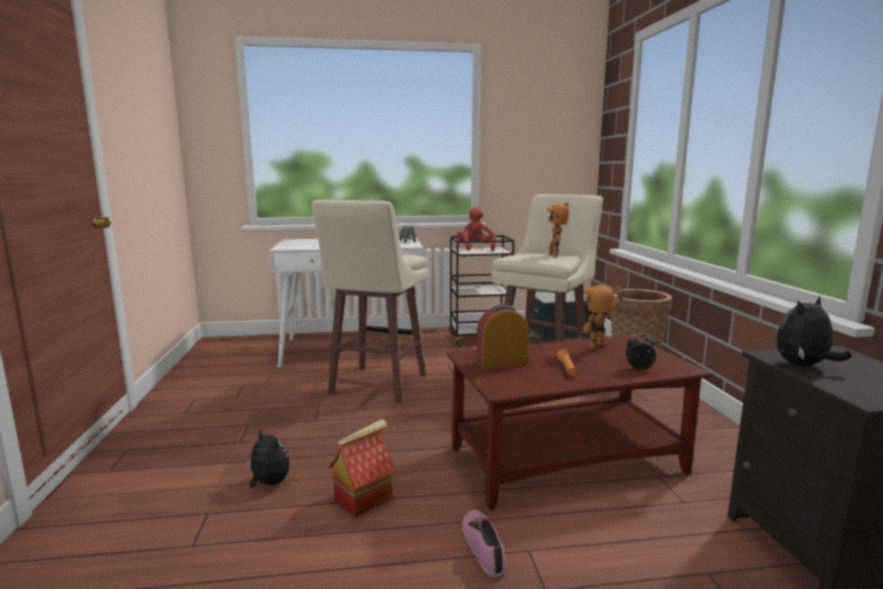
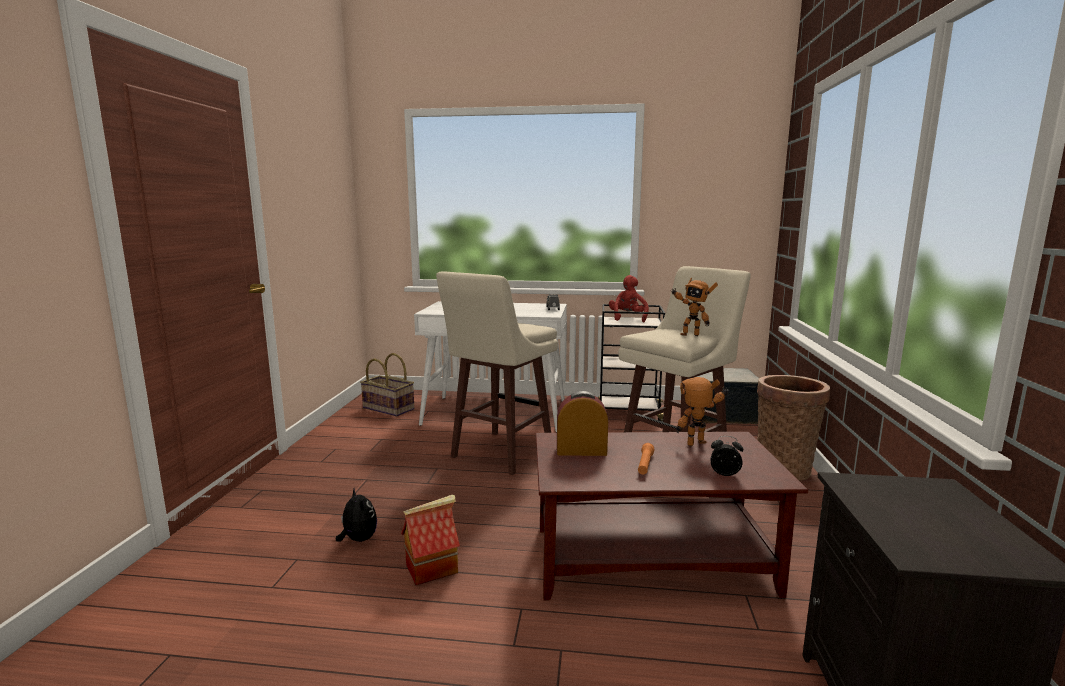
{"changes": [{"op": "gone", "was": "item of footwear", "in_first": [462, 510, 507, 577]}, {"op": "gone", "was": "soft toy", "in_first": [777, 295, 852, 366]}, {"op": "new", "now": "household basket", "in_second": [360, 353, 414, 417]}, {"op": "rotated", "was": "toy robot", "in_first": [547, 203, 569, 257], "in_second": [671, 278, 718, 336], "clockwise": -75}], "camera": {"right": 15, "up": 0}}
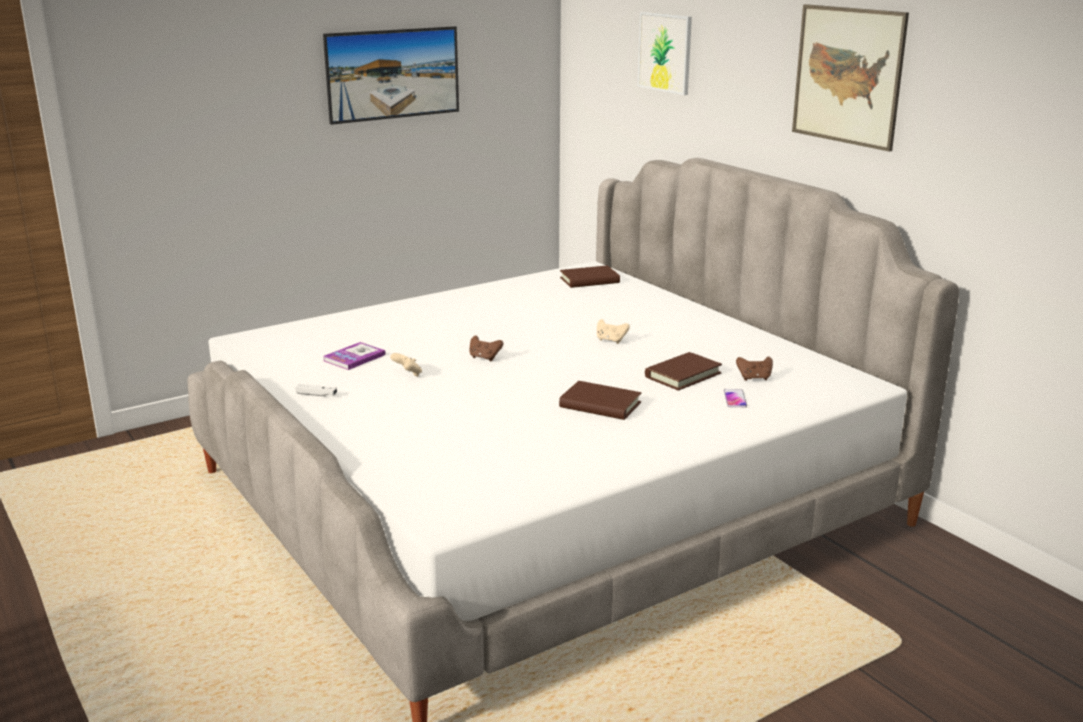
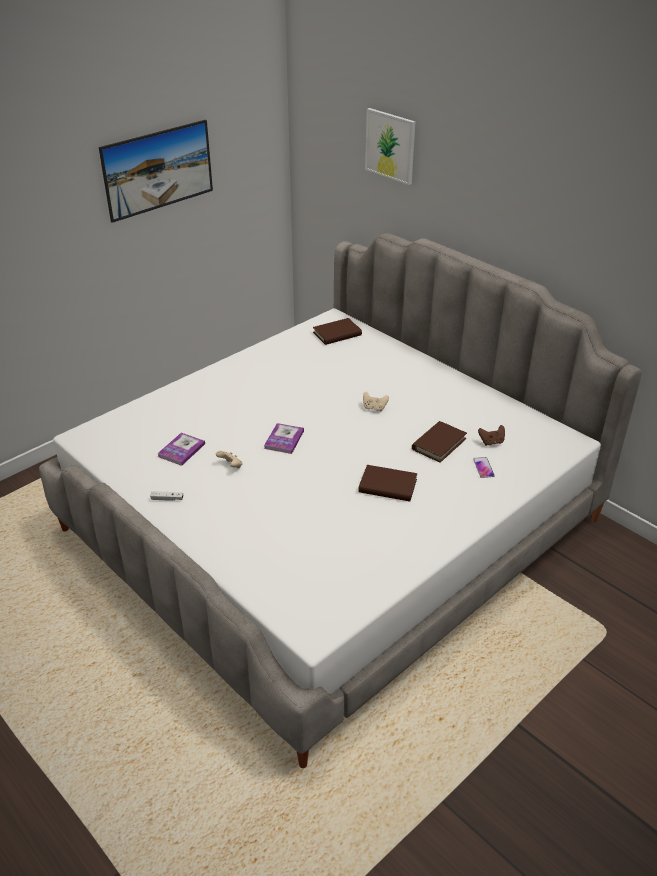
{"changes": [{"op": "gone", "was": "picture", "in_first": [792, 4, 909, 152]}, {"op": "swapped", "was": "brownish game controller", "now": "book", "in_first": [469, 335, 504, 361], "in_second": [264, 423, 304, 454]}], "camera": {"right": -10, "up": 15}}
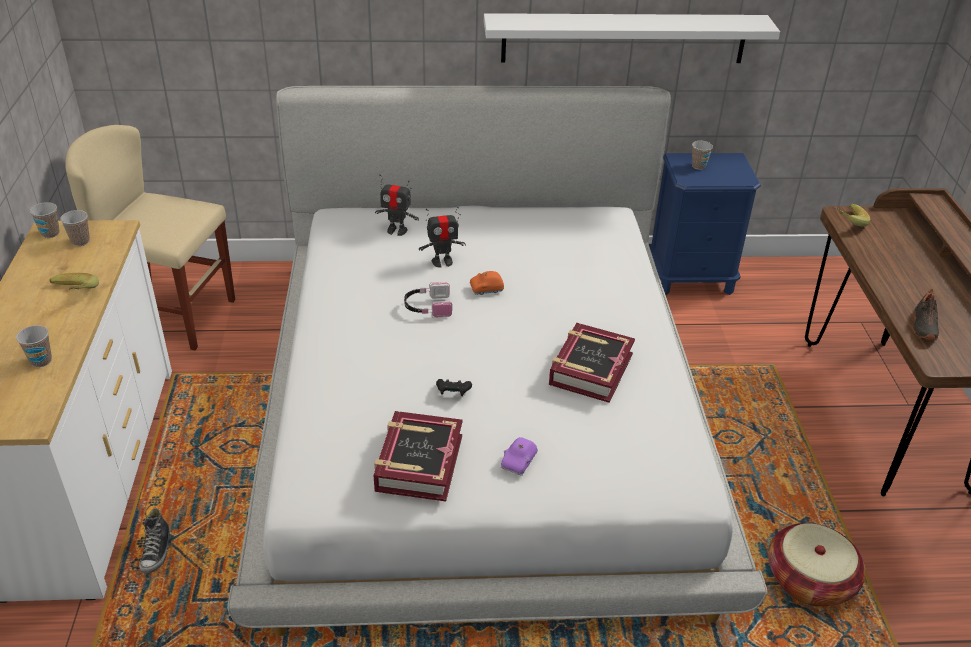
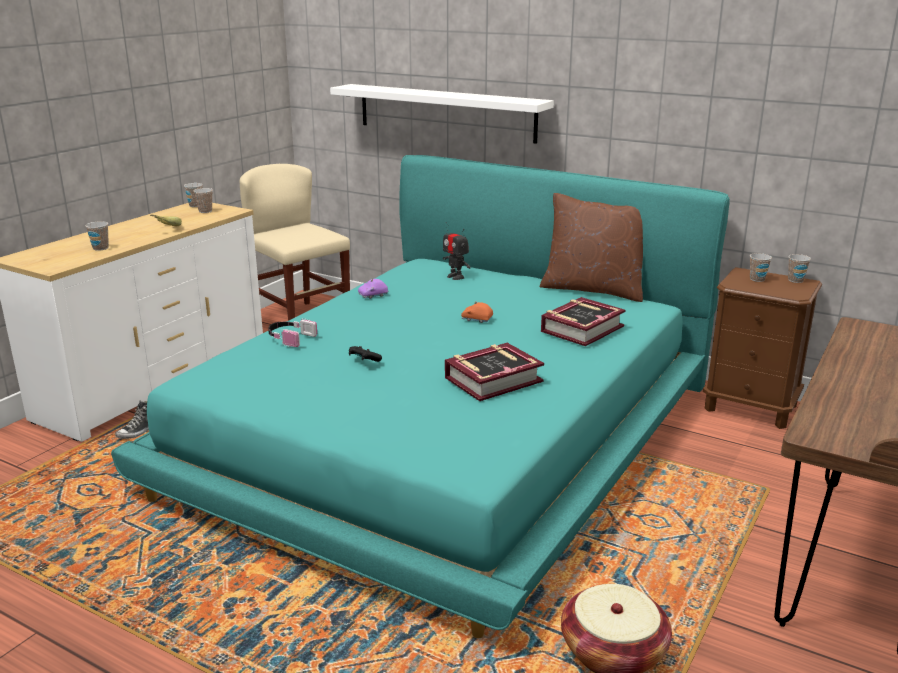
{"changes": [{"op": "gone", "was": "toy robot", "in_first": [419, 207, 466, 268]}, {"op": "gone", "was": "whole banana", "in_first": [834, 204, 870, 227]}, {"op": "gone", "was": "black-coloured item of footwear", "in_first": [913, 289, 939, 340]}, {"op": "new", "now": "brownish throw pillow", "in_second": [540, 193, 643, 302]}, {"op": "new", "now": "small cup", "in_second": [788, 254, 811, 283]}, {"op": "shifted", "was": "book", "in_first": [374, 411, 463, 501], "in_second": [541, 297, 626, 346]}, {"op": "shifted", "was": "headset", "in_first": [404, 282, 452, 318], "in_second": [268, 318, 317, 347]}, {"op": "shifted", "was": "whitish wall shelf", "in_first": [484, 13, 780, 63], "in_second": [330, 84, 554, 144]}, {"op": "shifted", "was": "purplish toy car", "in_first": [501, 437, 538, 476], "in_second": [358, 278, 388, 299]}, {"op": "repainted", "was": "whitish sleeping bed", "now": "turquoise sleeping bed", "in_first": [227, 86, 768, 636], "in_second": [111, 155, 730, 638]}, {"op": "repainted", "was": "bluish bedside table", "now": "brownish bedside table", "in_first": [649, 153, 761, 295], "in_second": [703, 267, 822, 429]}], "camera": {"right": 35, "up": -15}}
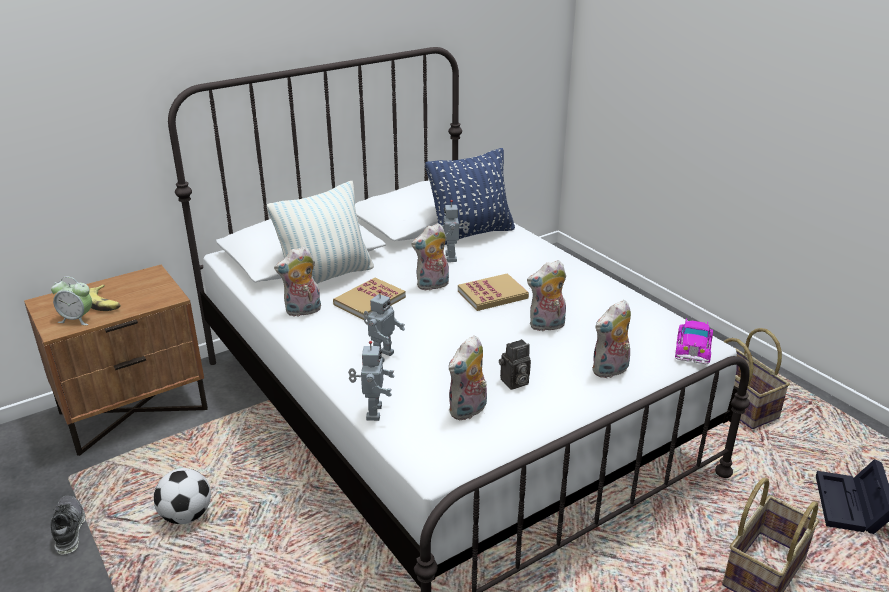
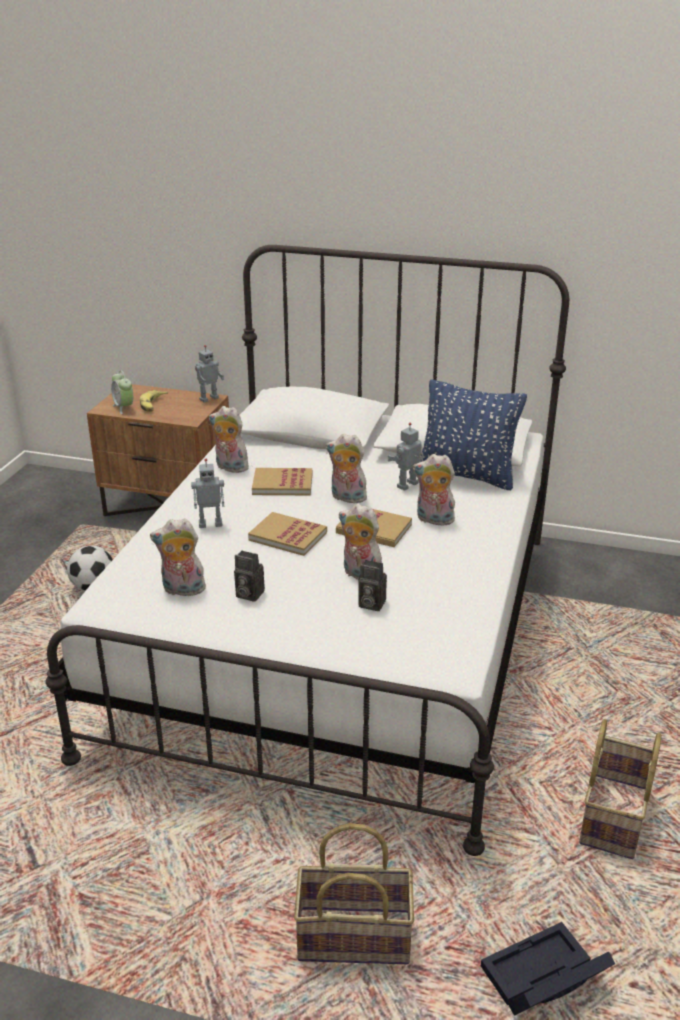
{"changes": [{"op": "gone", "was": "item of footwear", "in_first": [51, 495, 85, 554]}, {"op": "gone", "was": "throw pillow", "in_first": [267, 181, 374, 284]}, {"op": "gone", "was": "toy car", "in_first": [675, 318, 713, 364]}, {"op": "new", "now": "book", "in_second": [248, 512, 327, 556]}, {"op": "new", "now": "still camera", "in_second": [358, 560, 387, 611]}, {"op": "shifted", "was": "toy robot", "in_first": [348, 341, 394, 421], "in_second": [195, 345, 224, 402]}, {"op": "shifted", "was": "soft toy", "in_first": [592, 300, 631, 378], "in_second": [413, 454, 455, 526]}], "camera": {"right": 50, "up": 0}}
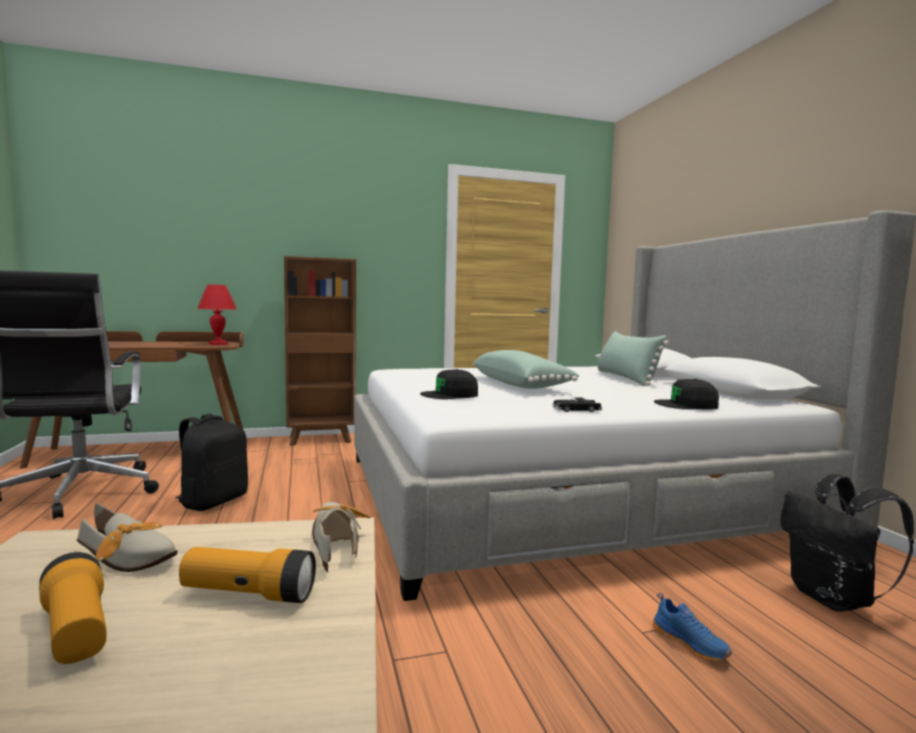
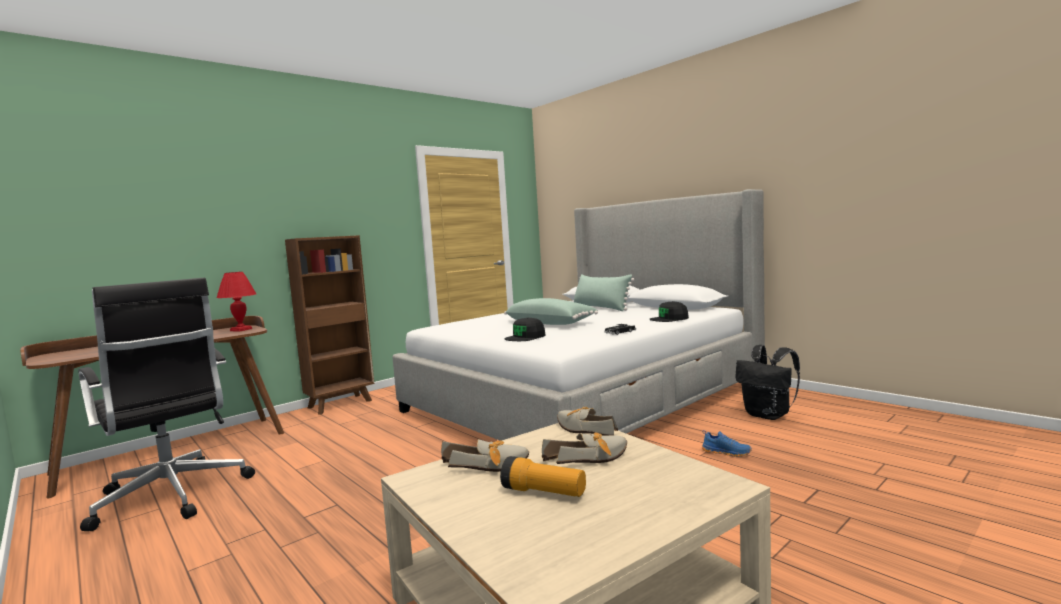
{"changes": [{"op": "gone", "was": "black-coloured backpack", "in_first": [175, 414, 248, 511]}, {"op": "swapped", "was": "hand torch", "now": "item of footwear", "in_first": [179, 547, 316, 603], "in_second": [542, 433, 627, 464]}], "camera": {"right": -25, "up": 0}}
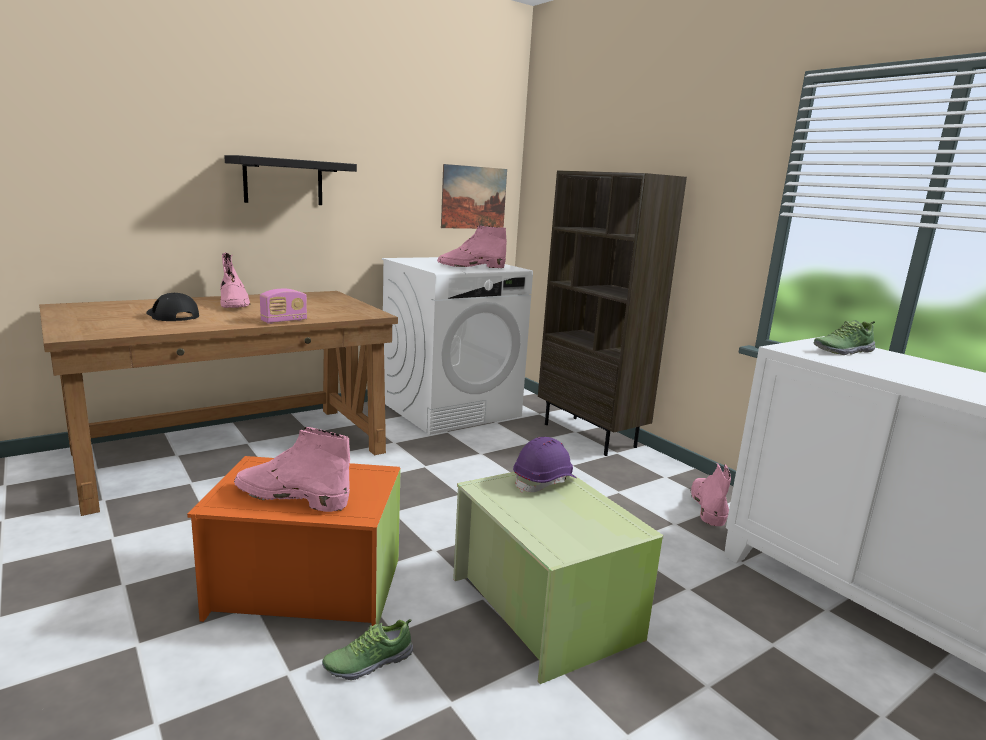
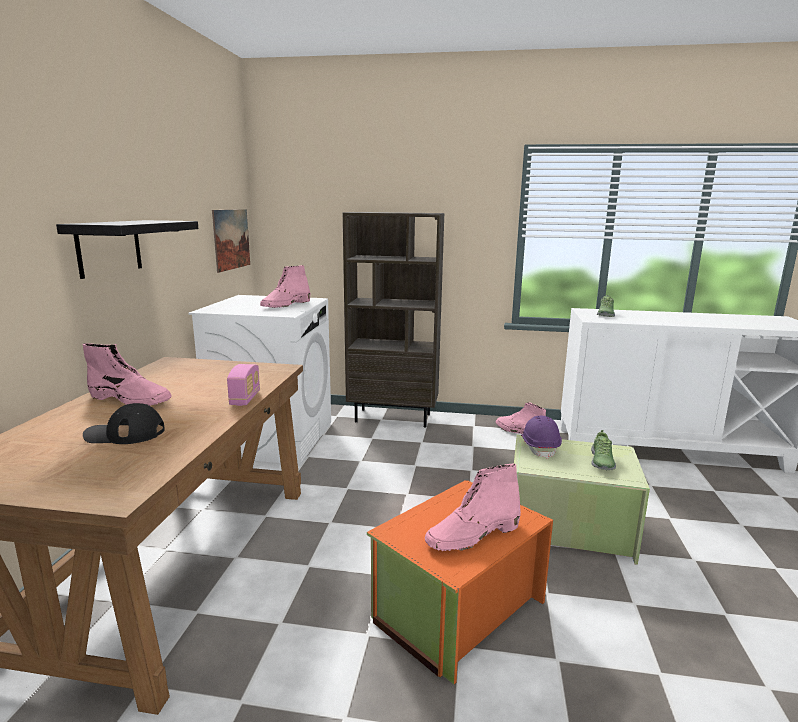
{"changes": [{"op": "shifted", "was": "item of footwear", "in_first": [322, 619, 413, 680], "in_second": [591, 430, 616, 470]}], "camera": {"right": -45, "up": 0}}
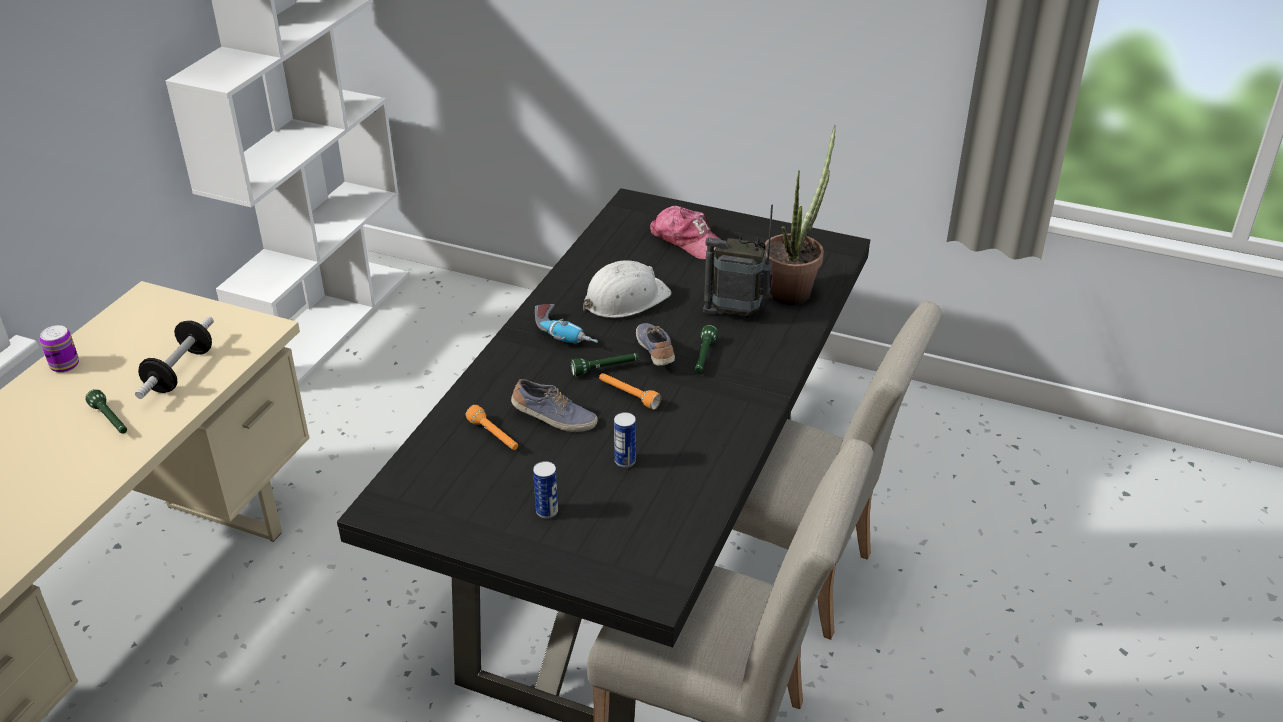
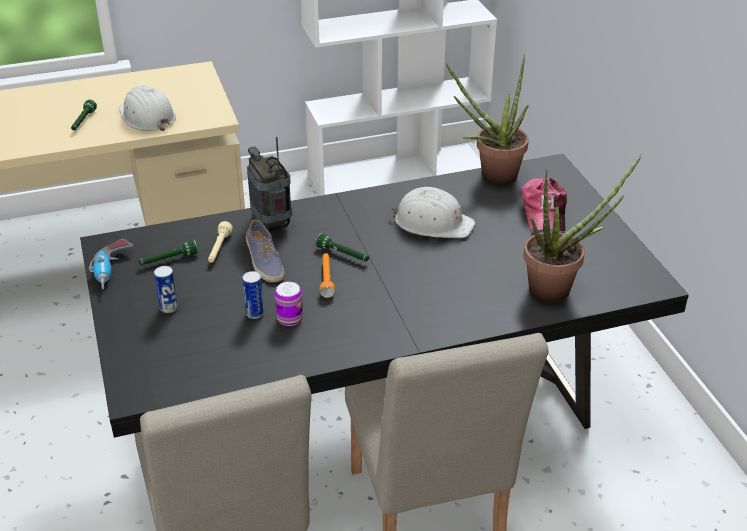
{"changes": [{"op": "gone", "was": "item of footwear", "in_first": [636, 323, 675, 366]}, {"op": "new", "now": "houseplant", "in_second": [446, 54, 529, 185]}, {"op": "shifted", "was": "sealed can", "in_first": [40, 325, 79, 373], "in_second": [275, 282, 303, 326]}, {"op": "shifted", "was": "drill", "in_first": [535, 304, 598, 343], "in_second": [89, 239, 134, 289]}, {"op": "shifted", "was": "green-coloured hand torch", "in_first": [695, 325, 718, 373], "in_second": [138, 239, 198, 265]}, {"op": "shifted", "was": "radio receiver", "in_first": [703, 205, 774, 318], "in_second": [247, 137, 292, 231]}, {"op": "swapped", "was": "hand weight", "now": "whitish safety helmet", "in_first": [135, 316, 214, 399], "in_second": [119, 85, 176, 131]}, {"op": "repainted", "was": "orange hand torch", "now": "sand-coloured hand torch", "in_first": [466, 405, 518, 450], "in_second": [208, 221, 233, 263]}], "camera": {"right": 50, "up": 0}}
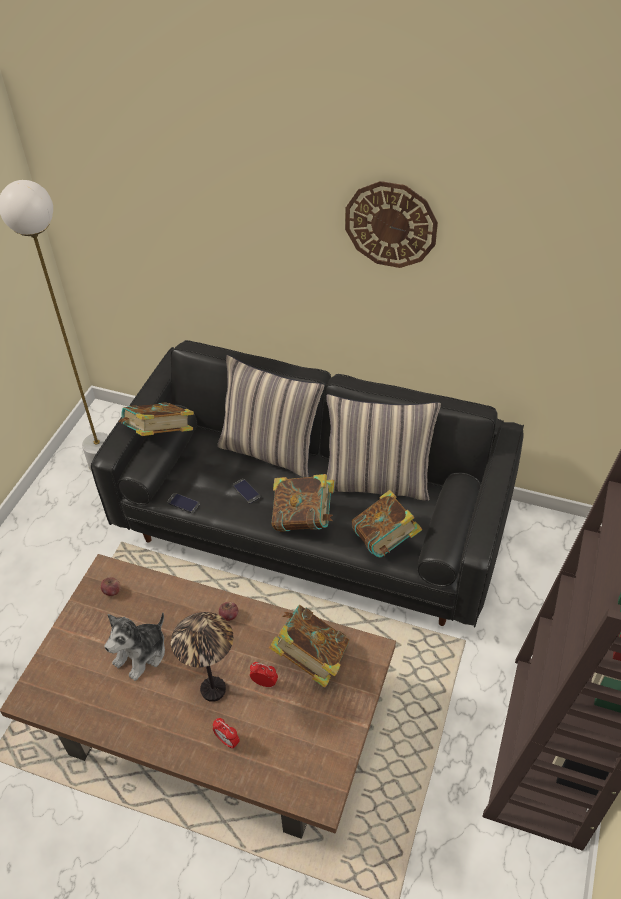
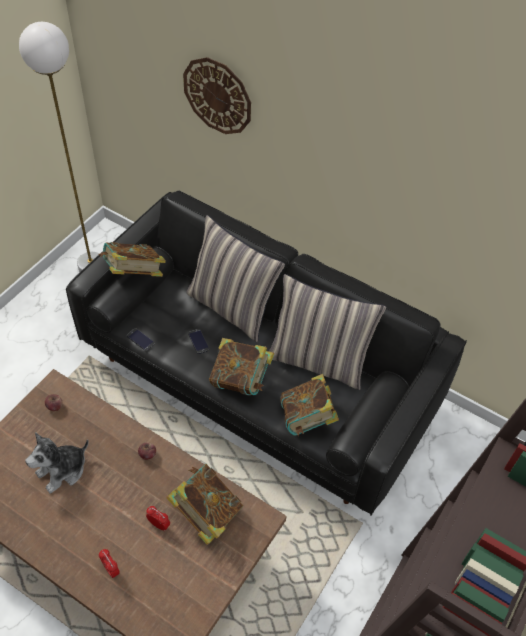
{"changes": [{"op": "gone", "was": "tabletop lamp", "in_first": [171, 612, 233, 702]}, {"op": "shifted", "was": "hanging clock", "in_first": [345, 181, 438, 268], "in_second": [183, 57, 251, 134]}], "camera": {"right": 10, "up": 5}}
